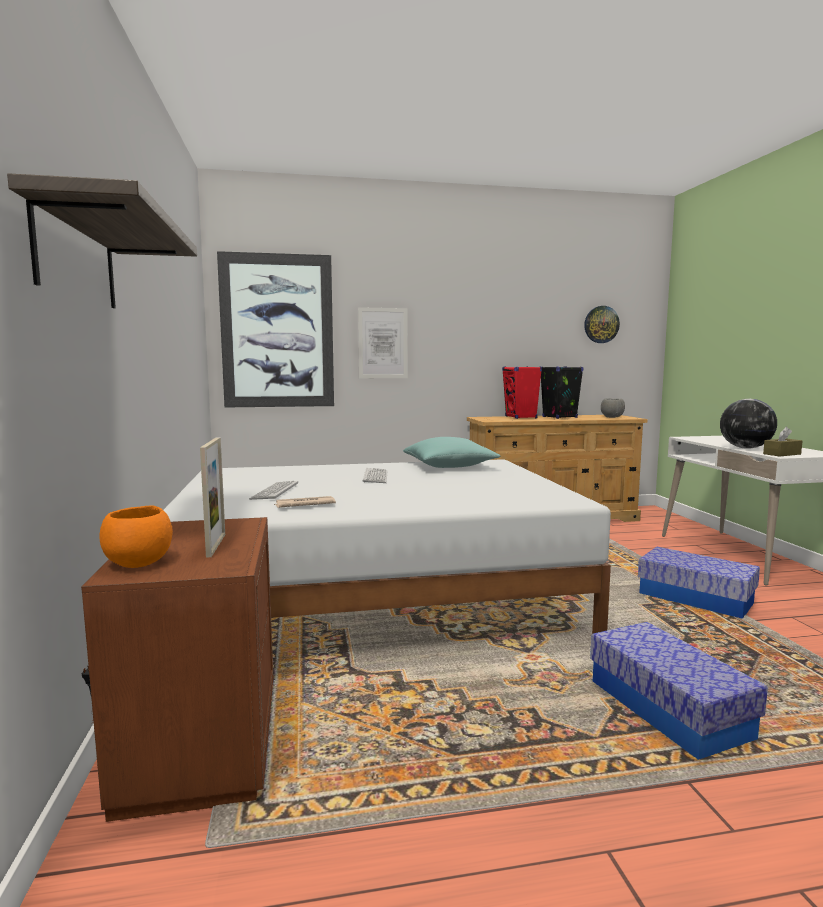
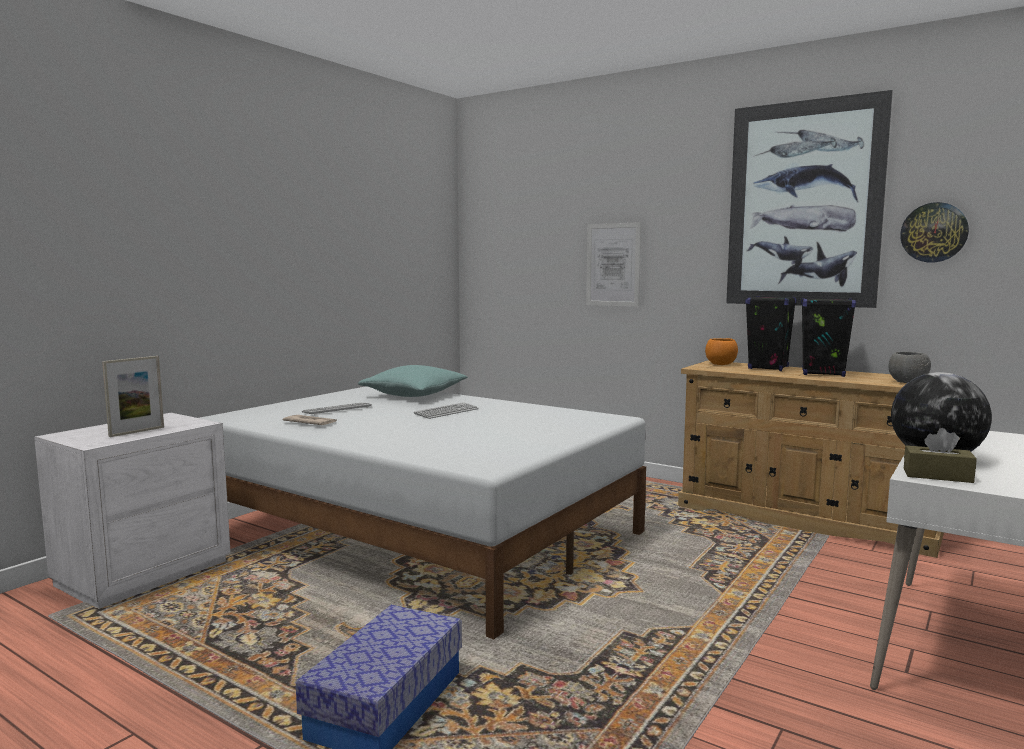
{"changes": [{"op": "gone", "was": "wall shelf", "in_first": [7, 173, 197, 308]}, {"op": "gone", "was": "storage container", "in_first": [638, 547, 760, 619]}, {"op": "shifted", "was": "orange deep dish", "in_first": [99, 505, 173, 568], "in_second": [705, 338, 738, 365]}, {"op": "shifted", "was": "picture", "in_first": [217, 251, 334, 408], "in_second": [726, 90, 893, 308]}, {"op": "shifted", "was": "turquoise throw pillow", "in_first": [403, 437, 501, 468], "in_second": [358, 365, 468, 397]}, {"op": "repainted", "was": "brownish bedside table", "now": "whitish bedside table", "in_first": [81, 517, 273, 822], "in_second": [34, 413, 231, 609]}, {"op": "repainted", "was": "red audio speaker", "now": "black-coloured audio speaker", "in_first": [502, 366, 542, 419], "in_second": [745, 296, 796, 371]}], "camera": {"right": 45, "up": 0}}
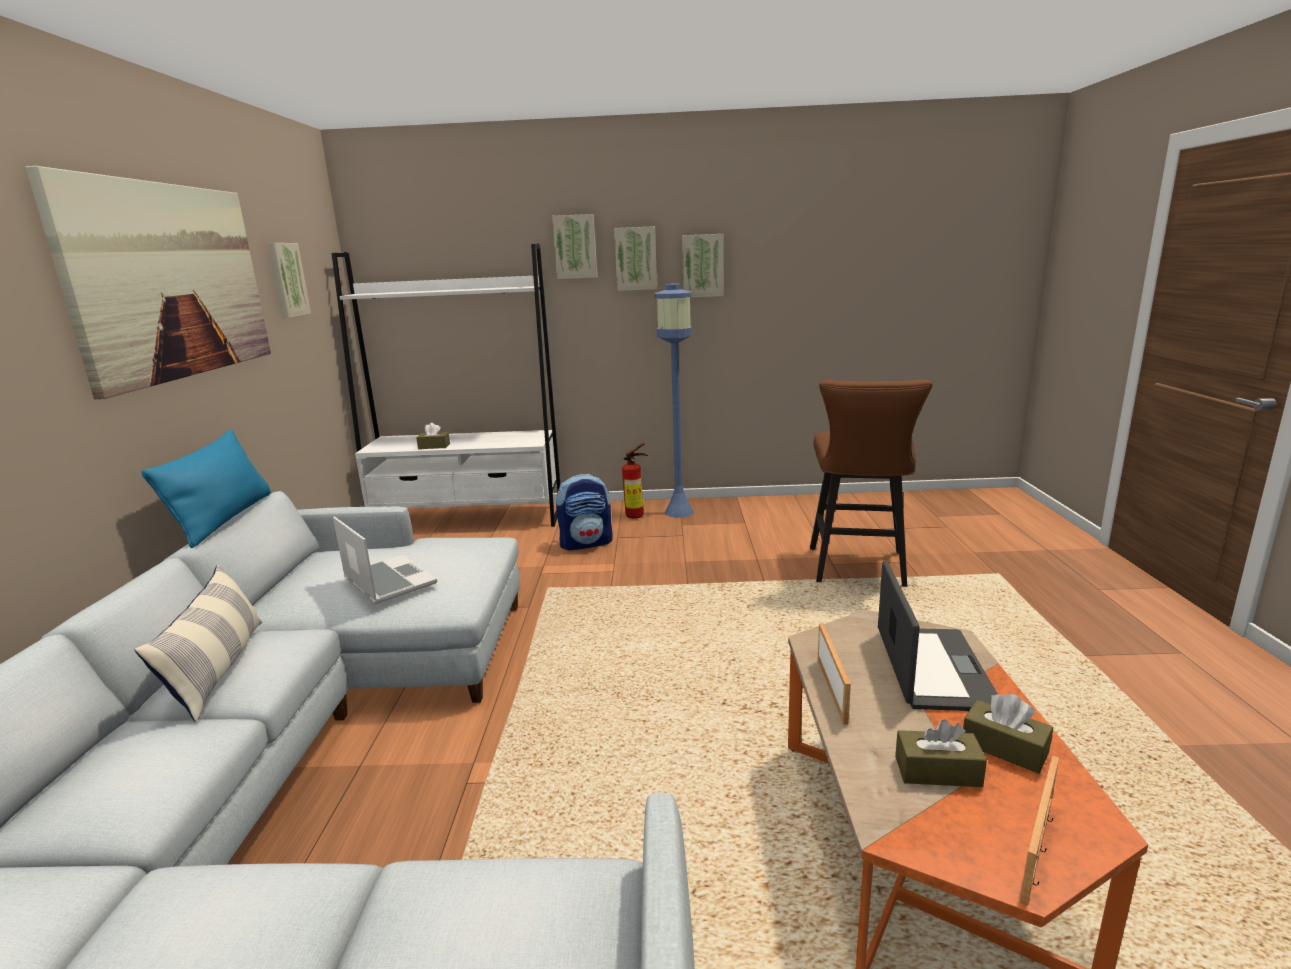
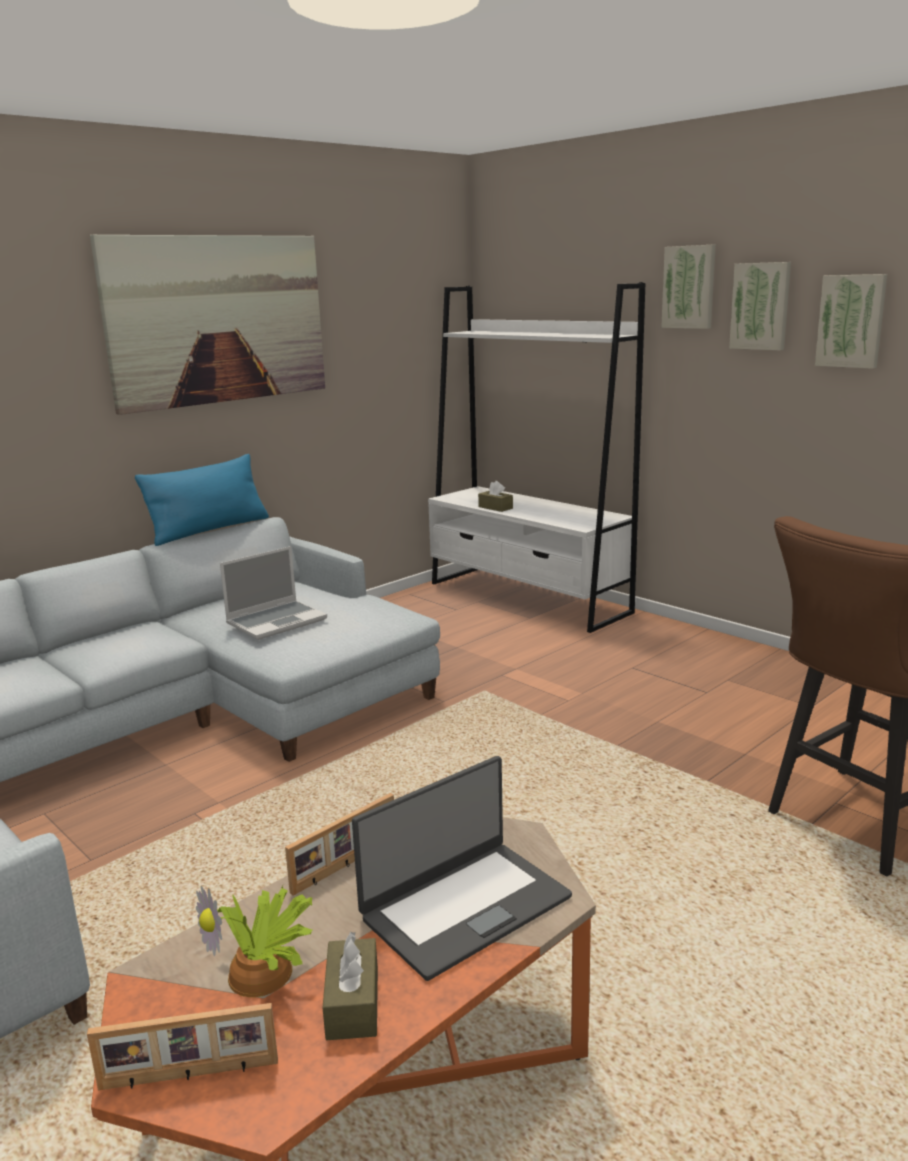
{"changes": [{"op": "gone", "was": "throw pillow", "in_first": [134, 565, 262, 722]}, {"op": "gone", "was": "picture", "in_first": [267, 243, 311, 318]}, {"op": "gone", "was": "backpack", "in_first": [556, 474, 613, 550]}, {"op": "gone", "was": "extinguisher", "in_first": [622, 443, 648, 519]}, {"op": "gone", "was": "bluish standing lamp", "in_first": [654, 284, 694, 518]}, {"op": "swapped", "was": "brownish tissue holder", "now": "houseplant", "in_first": [895, 719, 987, 787], "in_second": [196, 886, 312, 997]}, {"op": "rotated", "was": "notebook computer", "in_first": [333, 516, 437, 604], "in_second": [220, 546, 327, 640], "clockwise": 45}], "camera": {"right": 45, "up": 0}}
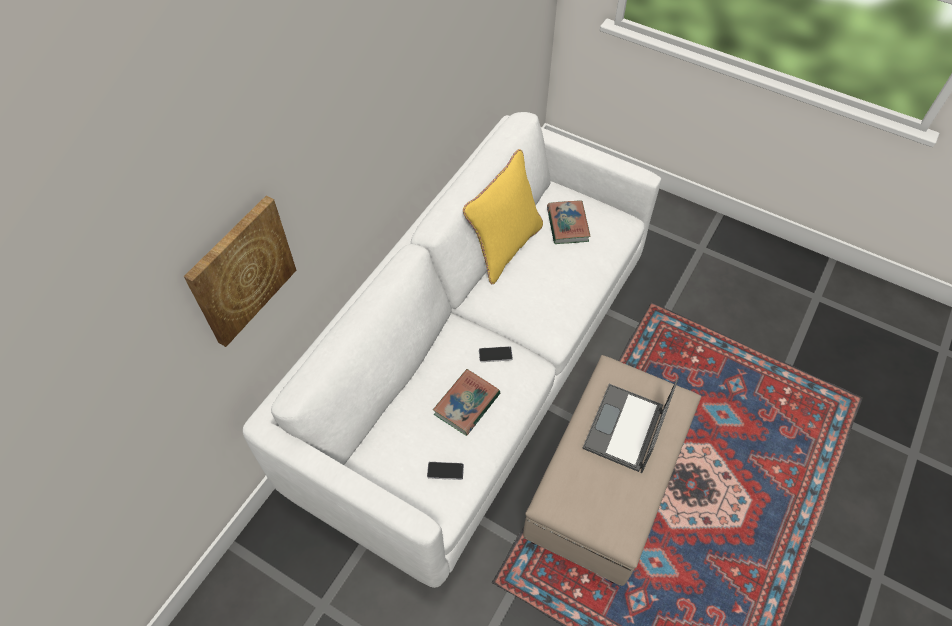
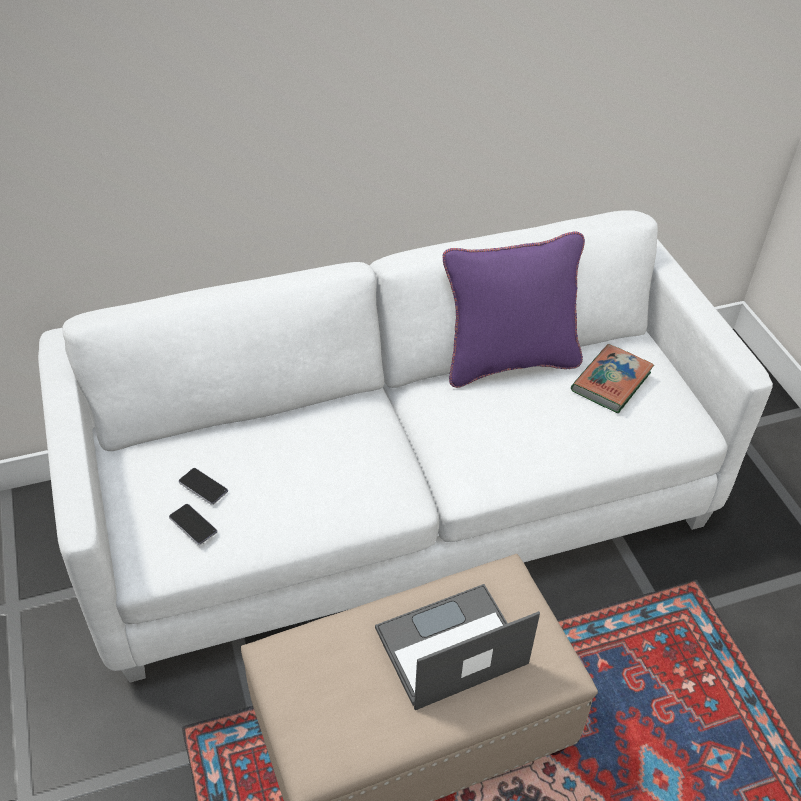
{"changes": [{"op": "gone", "was": "picture", "in_first": [184, 196, 296, 347]}, {"op": "gone", "was": "book", "in_first": [433, 369, 500, 436]}, {"op": "shifted", "was": "handset", "in_first": [479, 346, 513, 362], "in_second": [178, 468, 228, 505]}, {"op": "repainted", "was": "yellow throw pillow", "now": "purplish throw pillow", "in_first": [463, 149, 543, 284], "in_second": [443, 231, 585, 388]}], "camera": {"right": 40, "up": -10}}
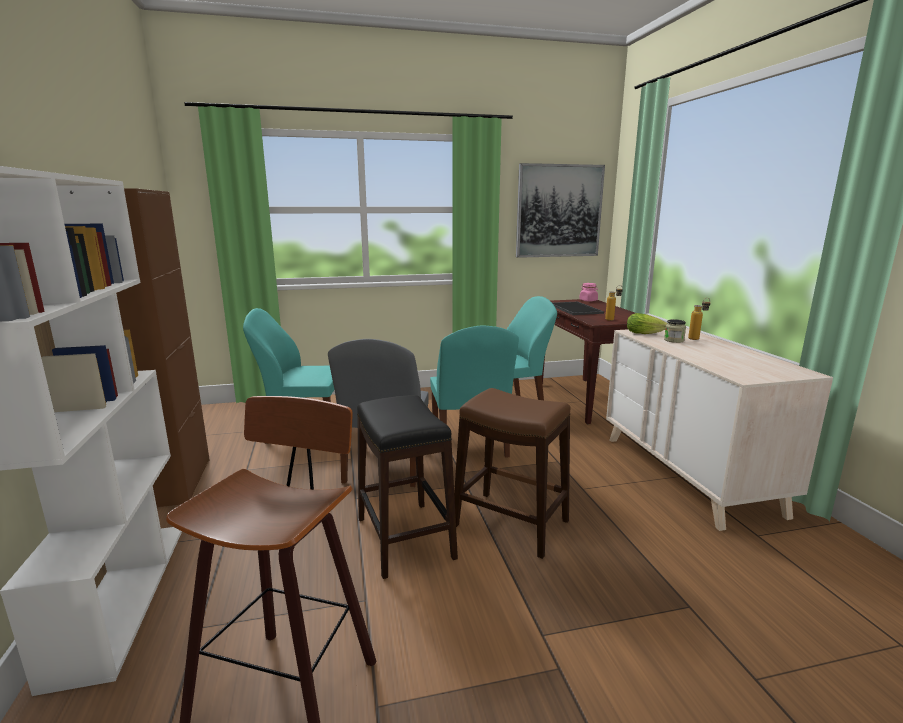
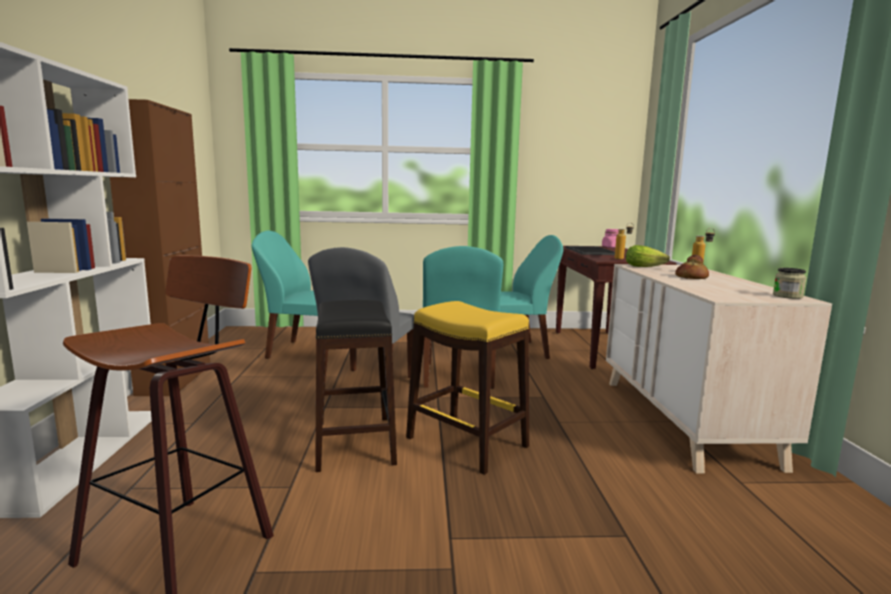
{"changes": [{"op": "gone", "was": "picture", "in_first": [516, 163, 605, 258]}, {"op": "new", "now": "baked bread", "in_second": [675, 255, 709, 279]}, {"op": "shifted", "was": "preserve jar", "in_first": [664, 319, 686, 343], "in_second": [773, 268, 806, 299]}, {"op": "repainted", "was": "brownish stool", "now": "yellow stool", "in_first": [454, 388, 571, 559], "in_second": [406, 301, 529, 475]}], "camera": {"right": 10, "up": -5}}
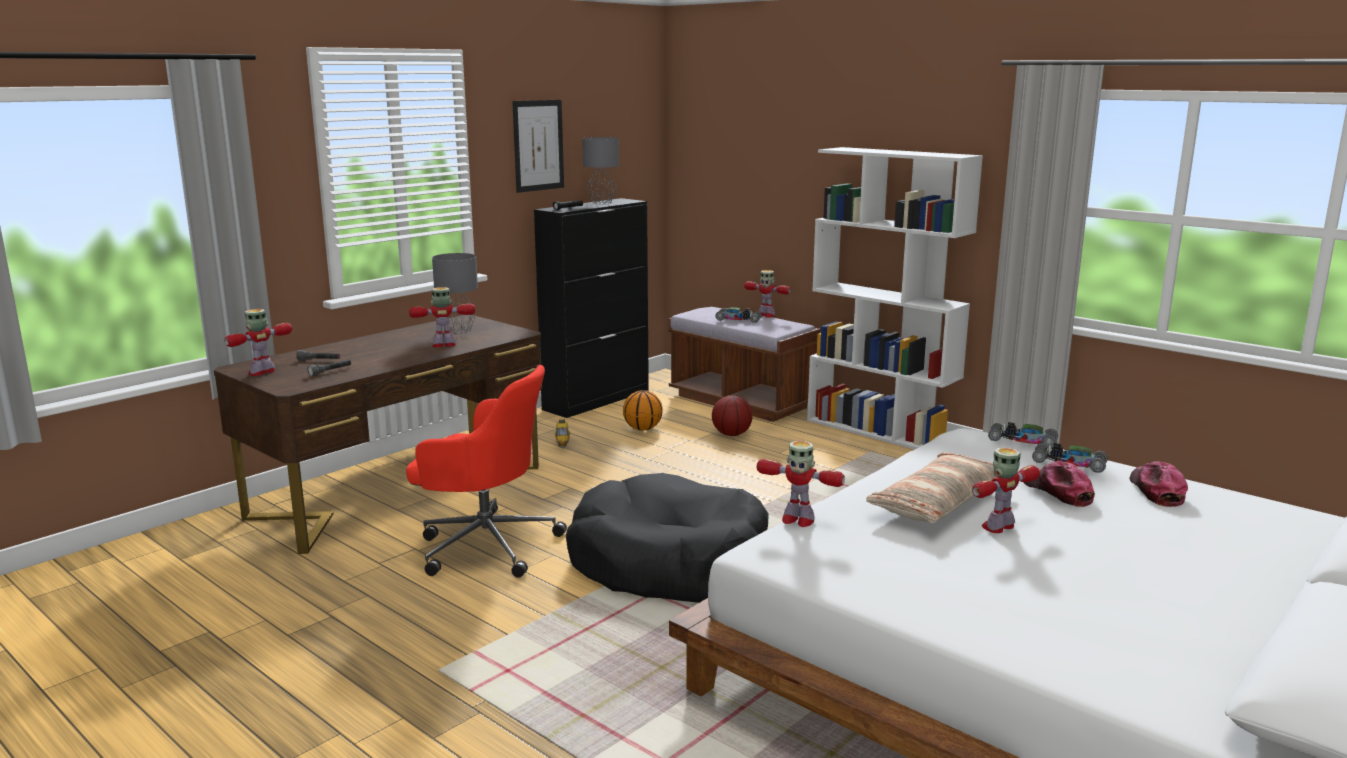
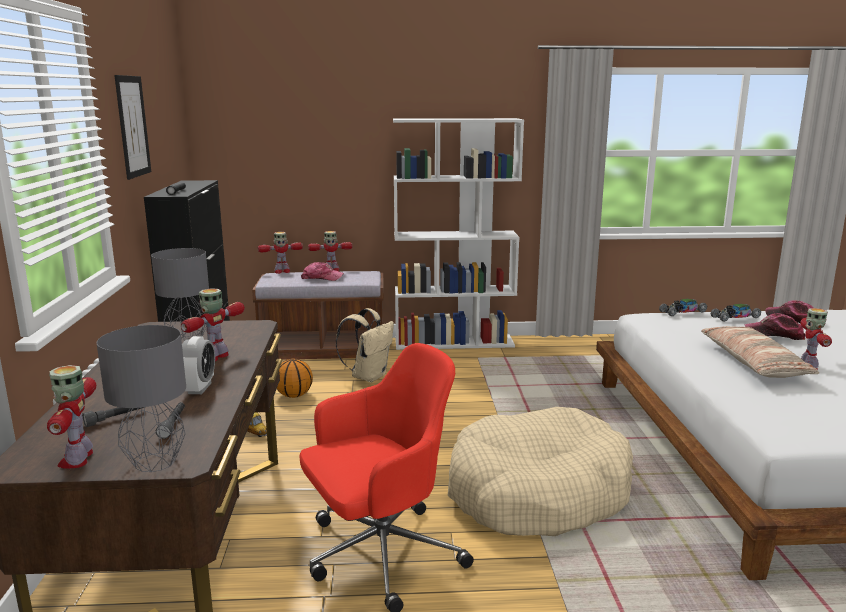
{"changes": [{"op": "new", "now": "table clock", "in_second": [182, 336, 215, 394]}, {"op": "shifted", "was": "greyish tabletop lamp", "in_first": [582, 137, 619, 205], "in_second": [96, 325, 186, 472]}, {"op": "shifted", "was": "toy robot", "in_first": [757, 441, 845, 527], "in_second": [258, 232, 303, 274]}, {"op": "swapped", "was": "ball for basketball", "now": "sand-coloured backpack", "in_first": [712, 395, 753, 436], "in_second": [336, 308, 394, 382]}, {"op": "swapped", "was": "toy car", "now": "baseball cap", "in_first": [715, 307, 762, 323], "in_second": [301, 262, 344, 281]}, {"op": "repainted", "was": "black-coloured pet bed", "now": "sand-coloured pet bed", "in_first": [566, 473, 769, 603], "in_second": [448, 407, 633, 536]}], "camera": {"right": -45, "up": 0}}
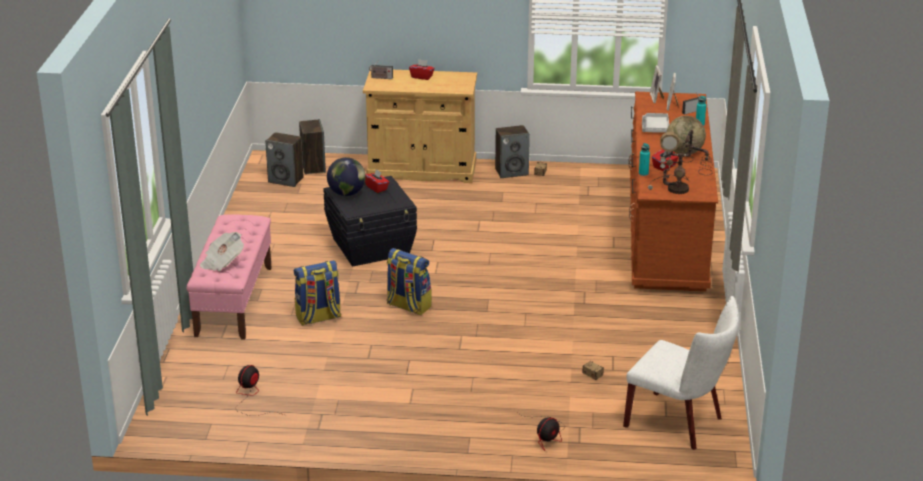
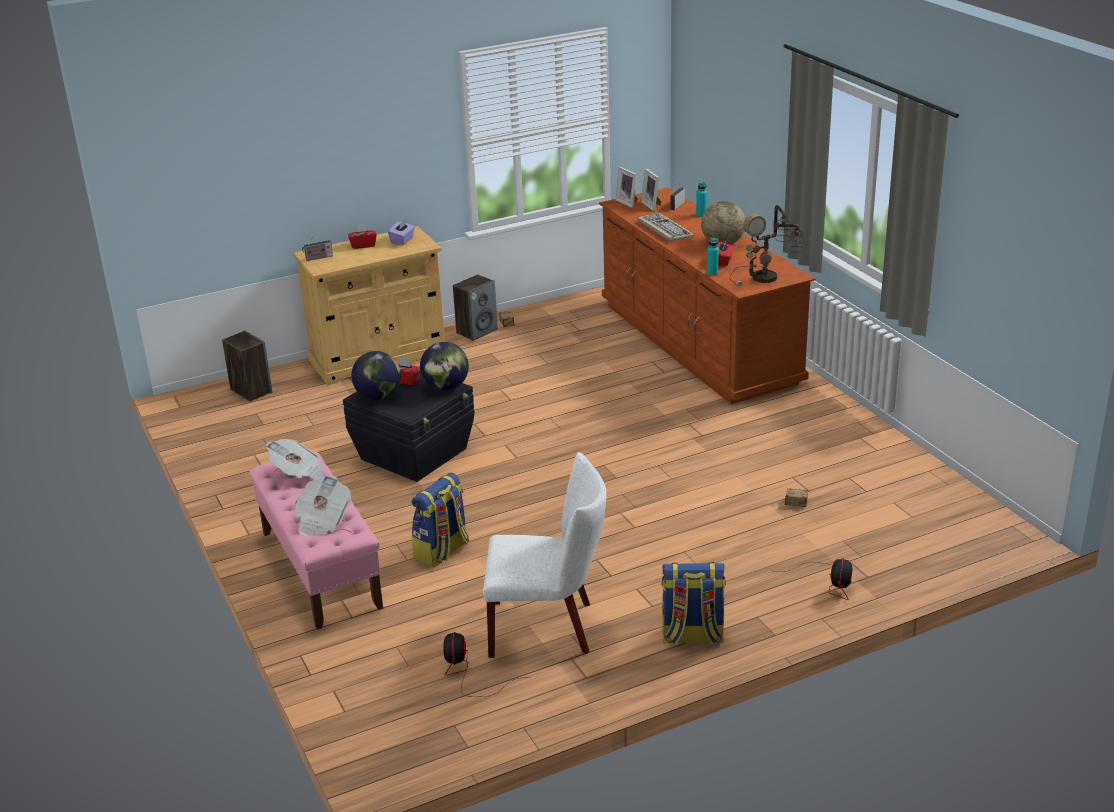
{"changes": [{"op": "gone", "was": "audio speaker", "in_first": [265, 132, 304, 187]}, {"op": "new", "now": "daily paper", "in_second": [266, 439, 323, 480]}, {"op": "new", "now": "purplish tissue holder", "in_second": [388, 220, 415, 245]}, {"op": "new", "now": "world globe", "in_second": [420, 342, 469, 391]}, {"op": "shifted", "was": "backpack", "in_first": [387, 248, 432, 315], "in_second": [661, 562, 726, 645]}, {"op": "shifted", "was": "whitish upright chair", "in_first": [623, 296, 739, 450], "in_second": [483, 452, 607, 658]}, {"op": "swapped", "was": "greyish carrying tray", "now": "PC keyboard", "in_first": [642, 113, 669, 133], "in_second": [638, 213, 694, 242]}], "camera": {"right": -30, "up": 0}}
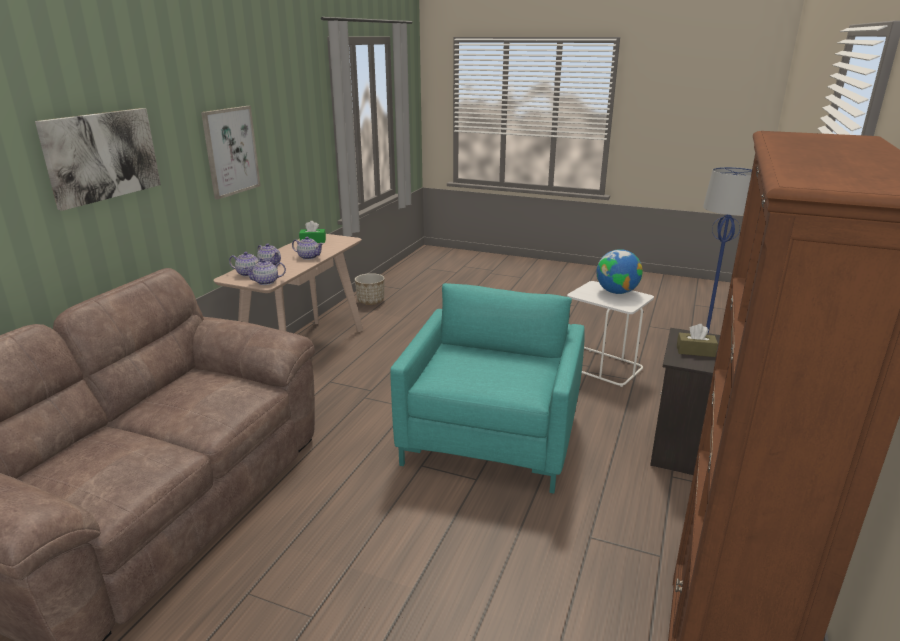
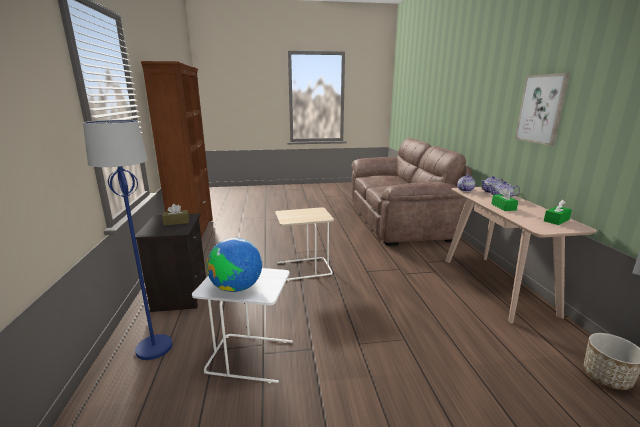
{"changes": [{"op": "gone", "was": "picture", "in_first": [35, 108, 161, 211]}, {"op": "swapped", "was": "teapot", "now": "green-coloured tissue holder", "in_first": [292, 237, 324, 260], "in_second": [491, 188, 518, 211]}, {"op": "swapped", "was": "turquoise armchair", "now": "sand-coloured accent table", "in_first": [390, 283, 585, 494], "in_second": [275, 207, 334, 281]}], "camera": {"right": 150, "up": -5}}
